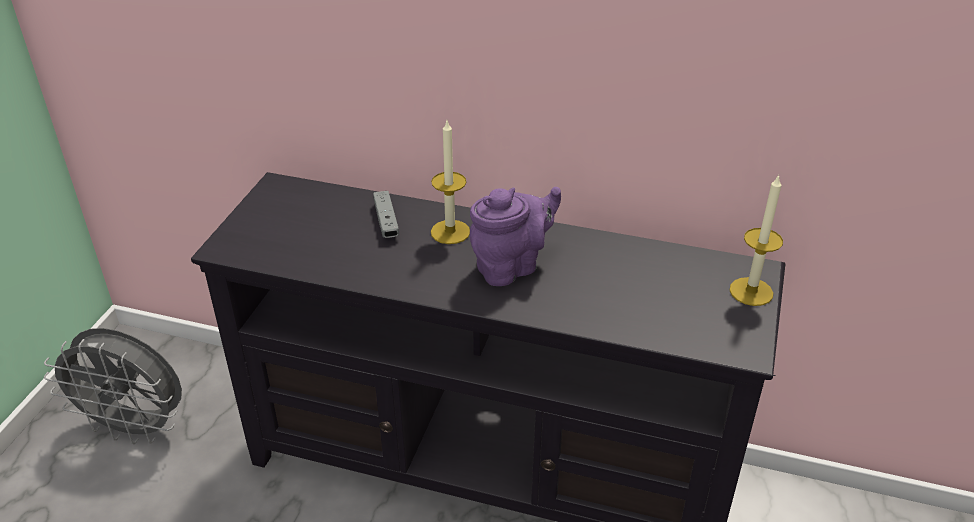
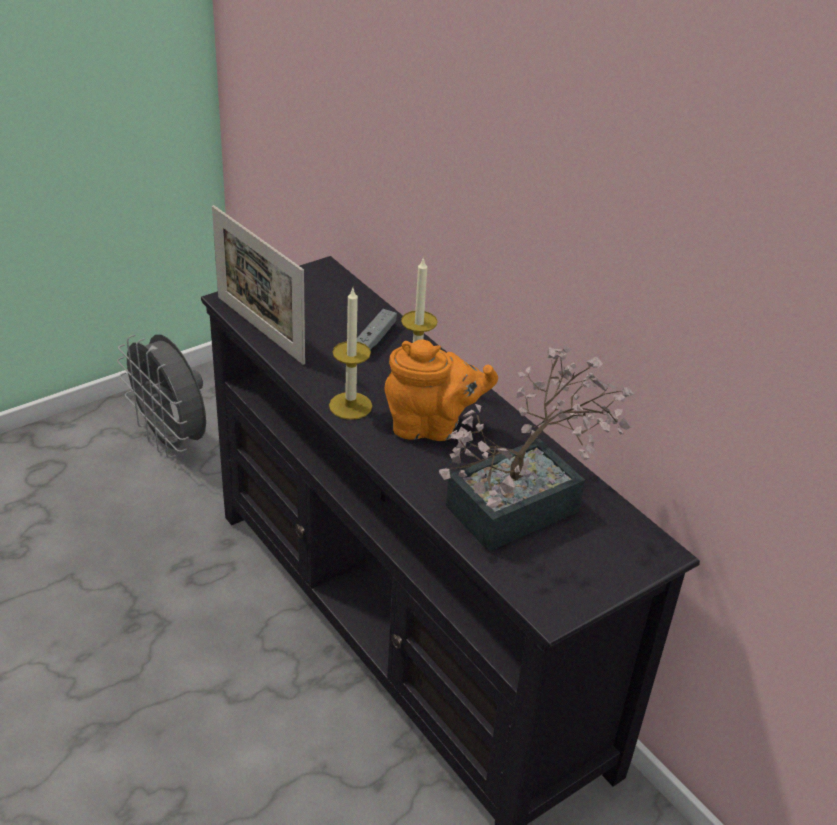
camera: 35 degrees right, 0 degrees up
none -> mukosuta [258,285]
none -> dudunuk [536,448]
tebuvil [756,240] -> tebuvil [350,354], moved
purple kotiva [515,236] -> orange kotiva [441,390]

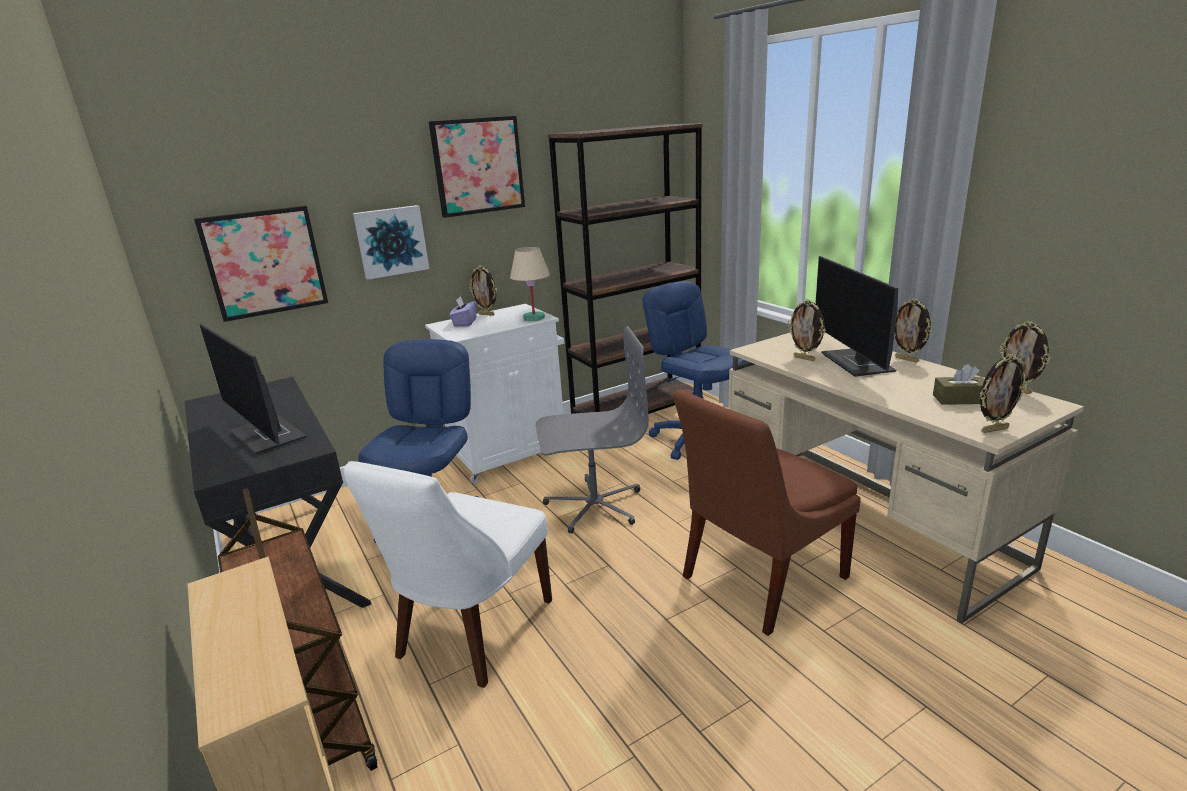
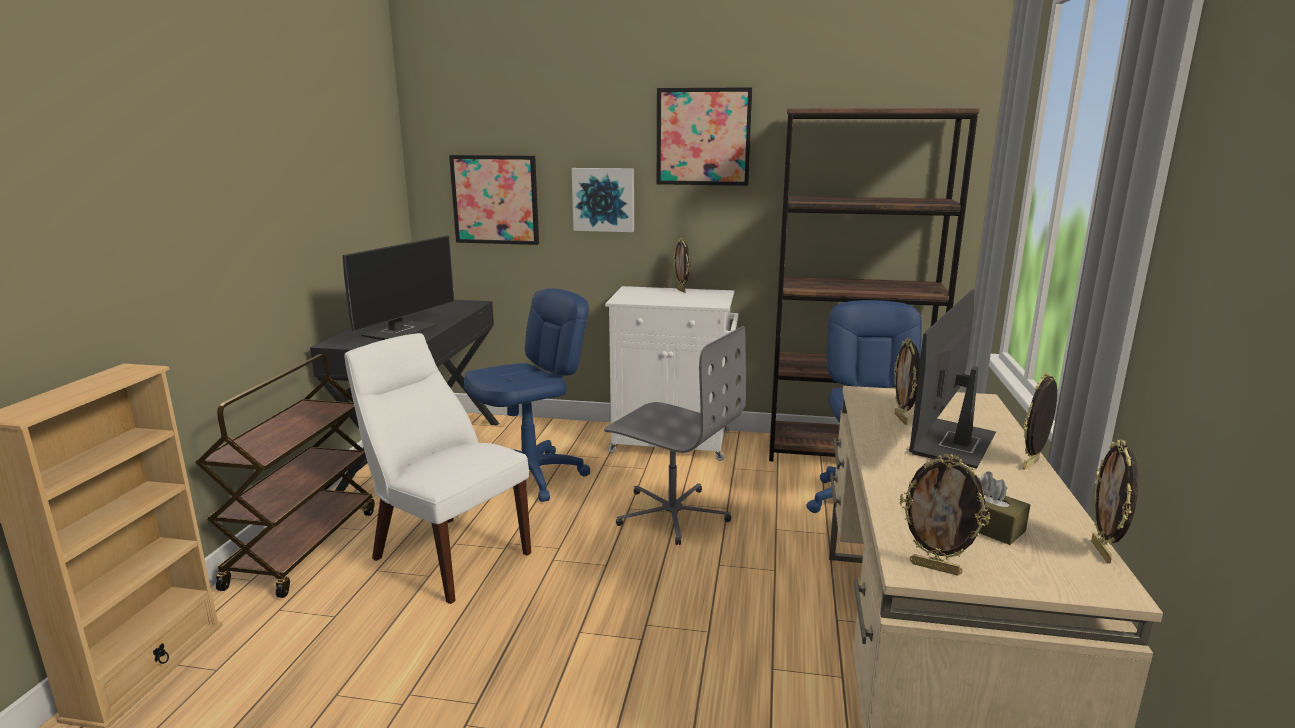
camera: 40 degrees right, 5 degrees down
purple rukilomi [463,311] -> none
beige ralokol [530,284] -> none
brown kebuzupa [766,512] -> none
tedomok [253,389] -> tedomok [398,287], 150 degrees counterclockwise
white kebuzupa [447,574] -> white kebuzupa [438,468], 60 degrees clockwise
mukosuta [913,330] -> mukosuta [1040,420], 45 degrees clockwise

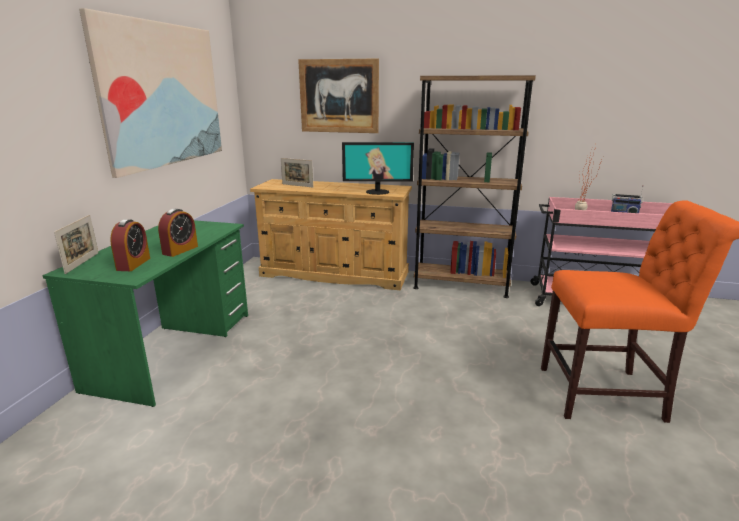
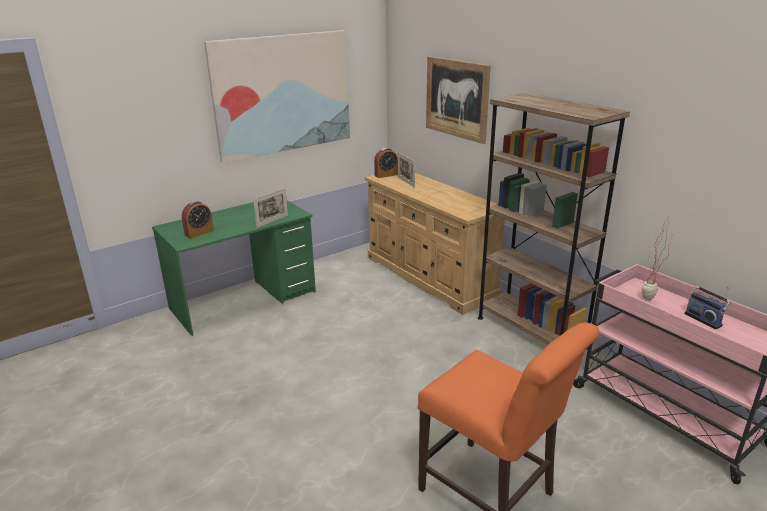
camera: 40 degrees right, 5 degrees up
tedomok [378,168] -> none
mukosuta [76,244] -> mukosuta [270,208], moved
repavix [178,233] -> repavix [386,163], moved

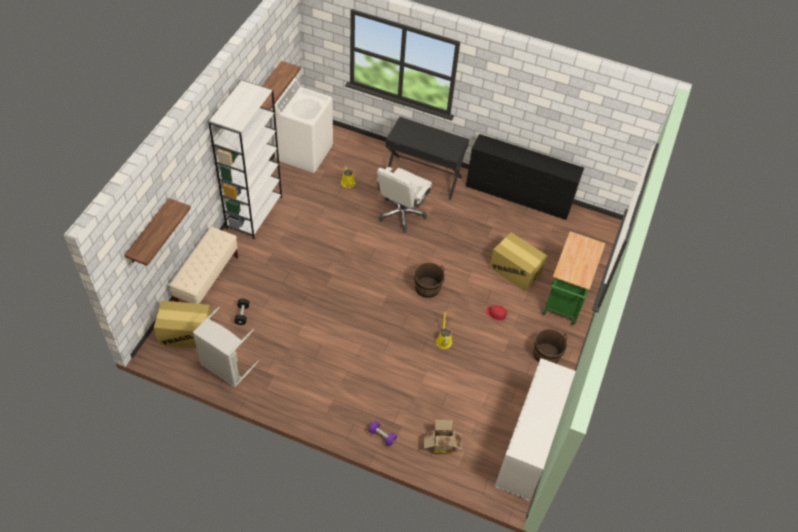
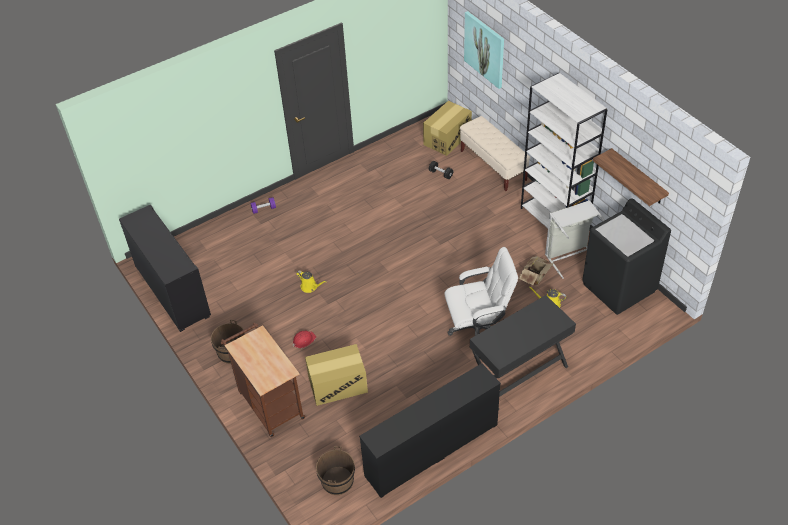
camera: 130 degrees right, 5 degrees down
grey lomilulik [226,347] -> grey lomilulik [575,239], moved
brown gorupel [429,280] -> brown gorupel [335,470], moved
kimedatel [443,437] -> kimedatel [536,271], moved
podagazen [157,232] -> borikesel [484,50]
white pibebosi [302,125] -> black pibebosi [626,256]
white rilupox [535,429] -> black rilupox [165,268]
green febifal [573,278] -> brown febifal [263,380]
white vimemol [404,200] -> white vimemol [481,291], 105 degrees clockwise

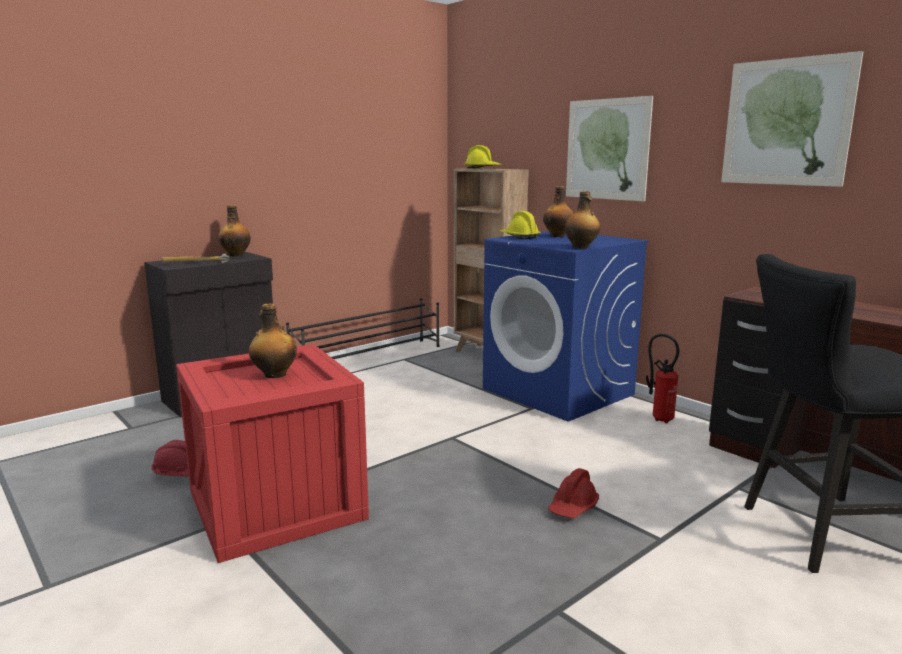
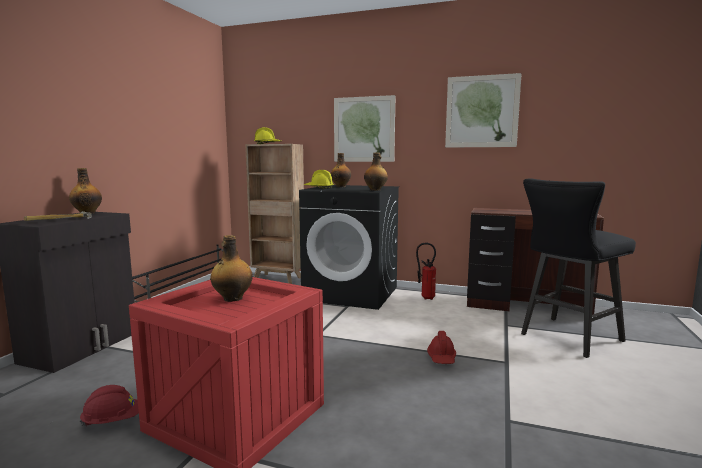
camera: 30 degrees left, 5 degrees down
blue pibebosi [566,326] -> black pibebosi [349,247]

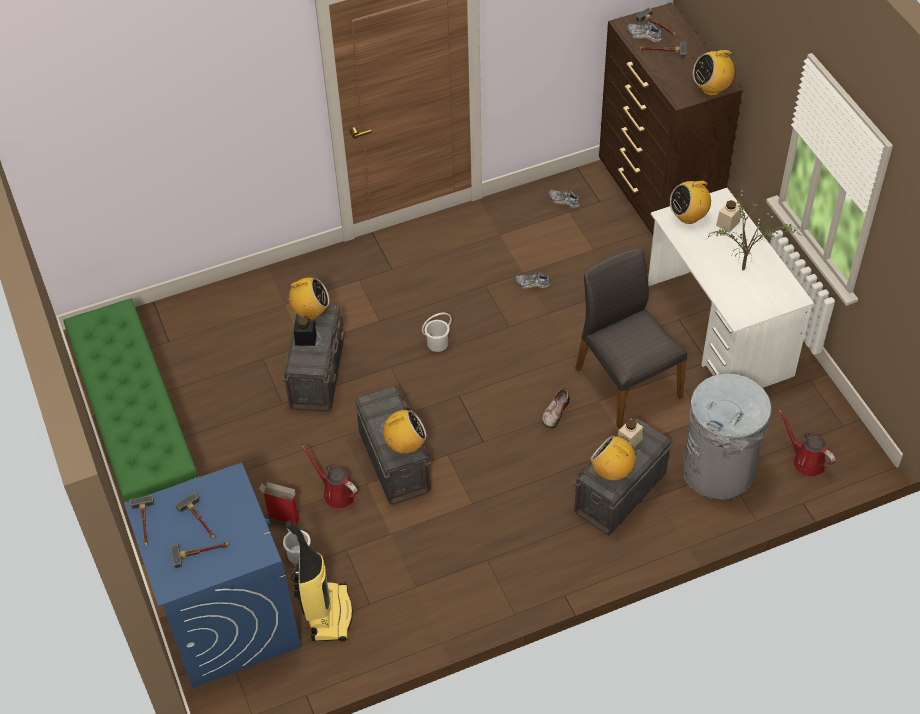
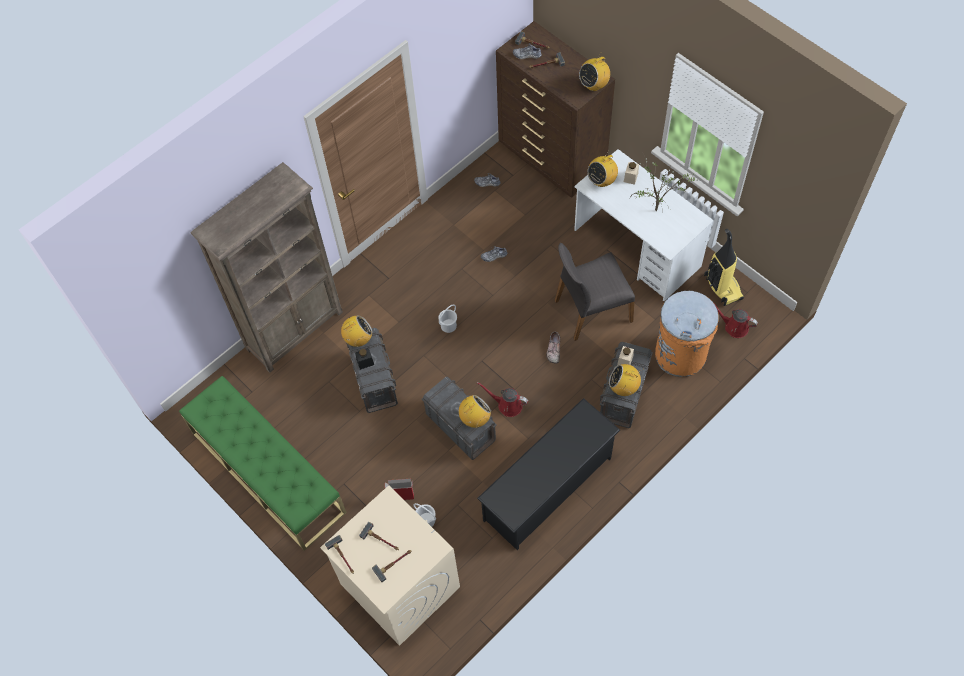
camera: 20 degrees left, 10 degrees up
none -> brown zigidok [266,267]
none -> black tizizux [548,474]
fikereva [319,581] -> fikereva [724,267], moved
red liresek [329,477] -> red liresek [502,399], moved
blue pibebosi [212,575] -> beige pibebosi [390,566]
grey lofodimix [727,436] -> orange lofodimix [687,334]
grey kebuzupa [631,338] -> grey kebuzupa [595,292], 60 degrees counterclockwise

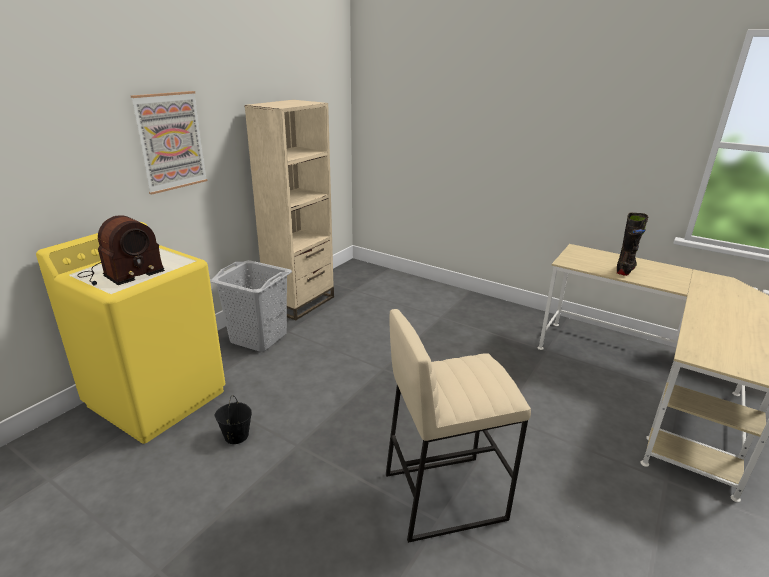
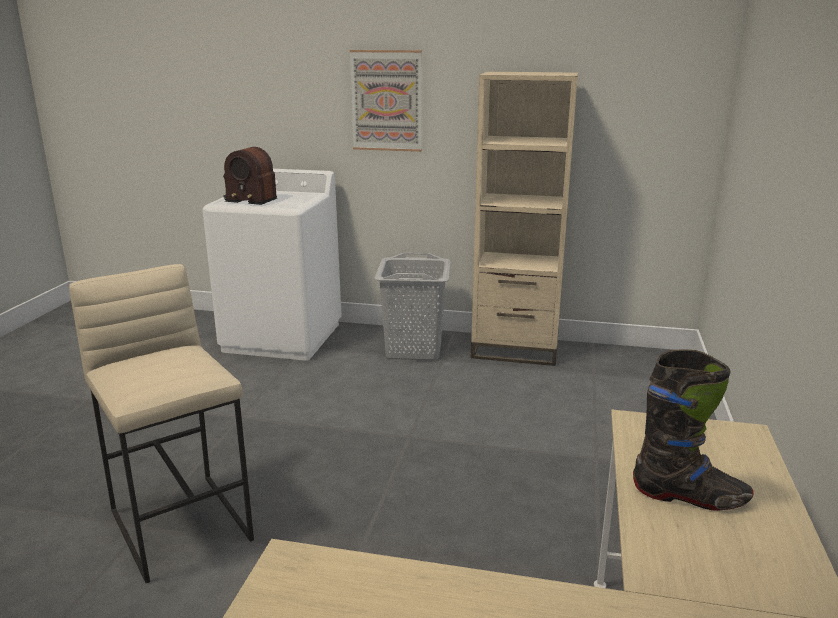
camera: 70 degrees right, 5 degrees down
black gorupel [233,420] -> none
yellow pibebosi [130,333] -> white pibebosi [272,265]

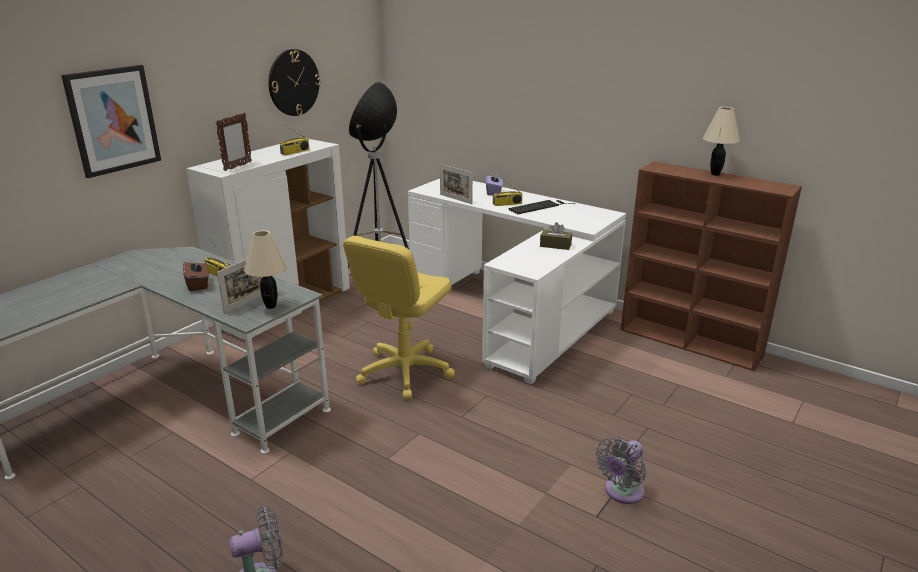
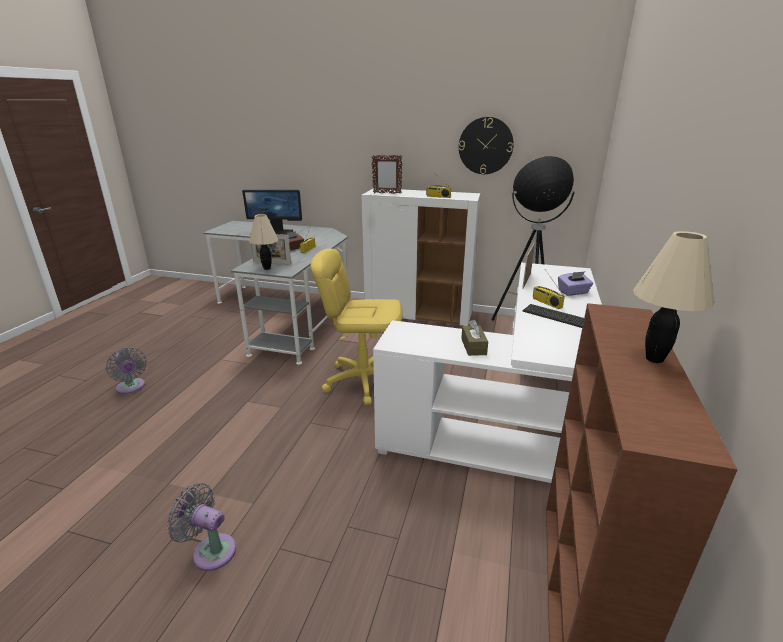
camera: 70 degrees right, 0 degrees up
borikesel [111,121] -> none
none -> tedomok [272,212]

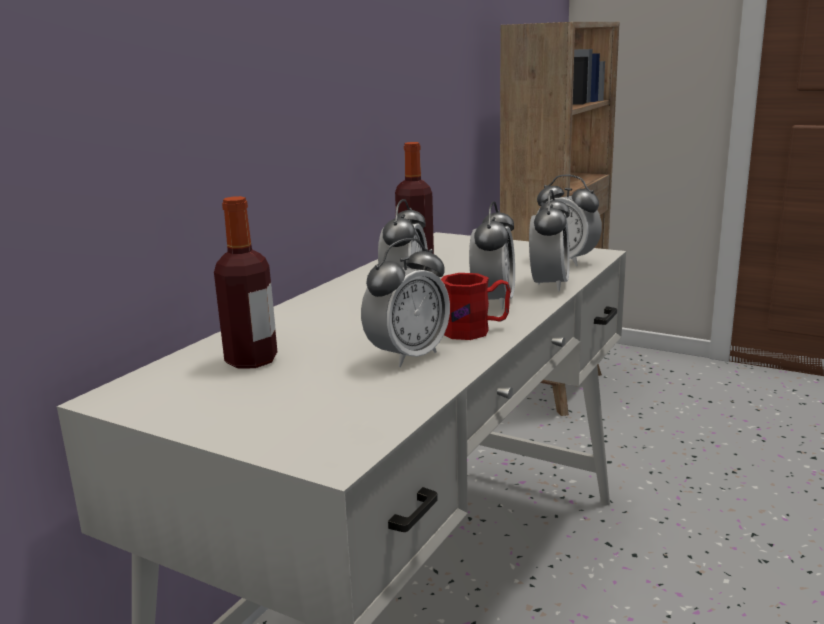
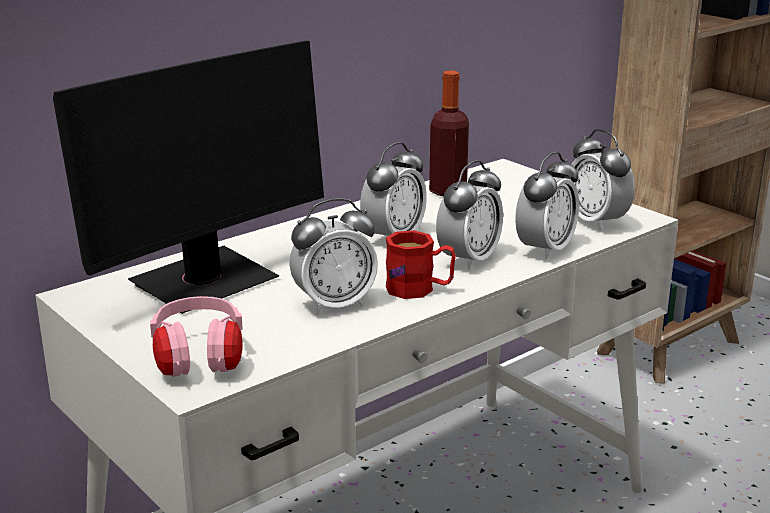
camera: 20 degrees right, 5 degrees up
none -> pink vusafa [196,336]
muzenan [245,282] -> tedomok [188,177]

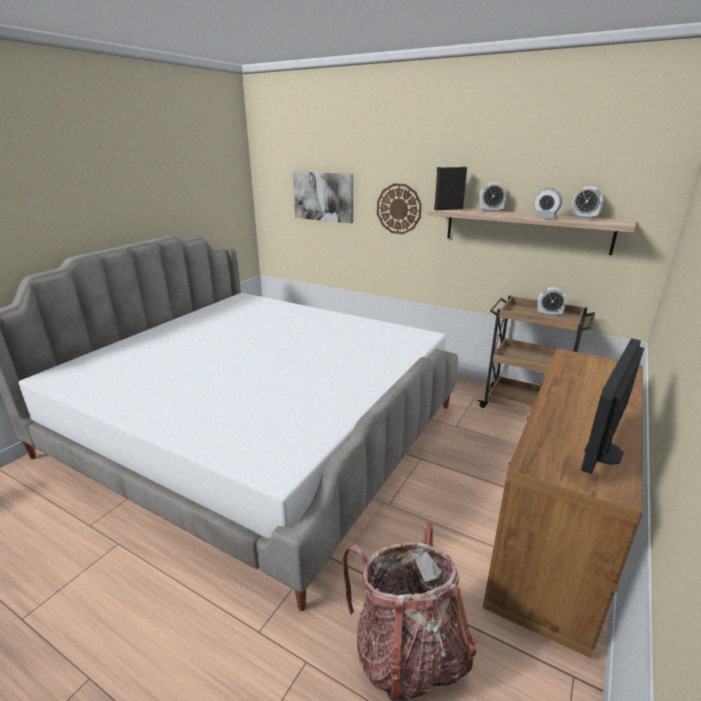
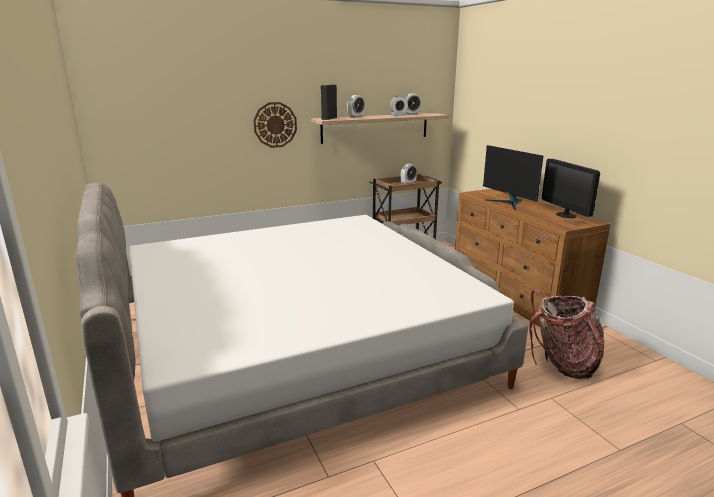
camera: 55 degrees left, 5 degrees down
borikesel [323,197] -> none
none -> tedomok [513,177]

